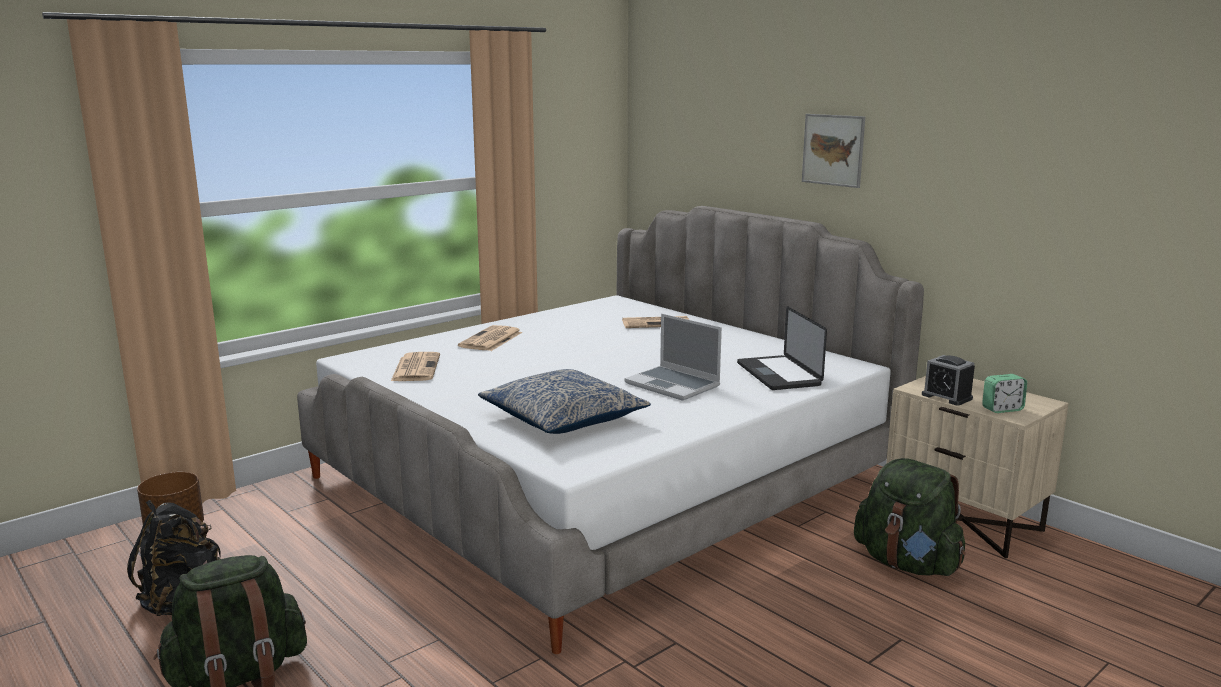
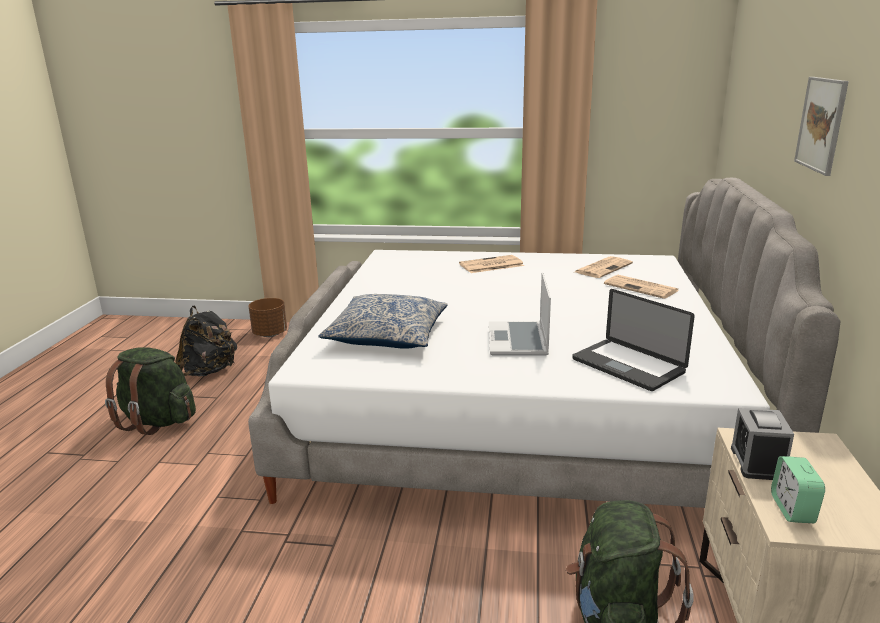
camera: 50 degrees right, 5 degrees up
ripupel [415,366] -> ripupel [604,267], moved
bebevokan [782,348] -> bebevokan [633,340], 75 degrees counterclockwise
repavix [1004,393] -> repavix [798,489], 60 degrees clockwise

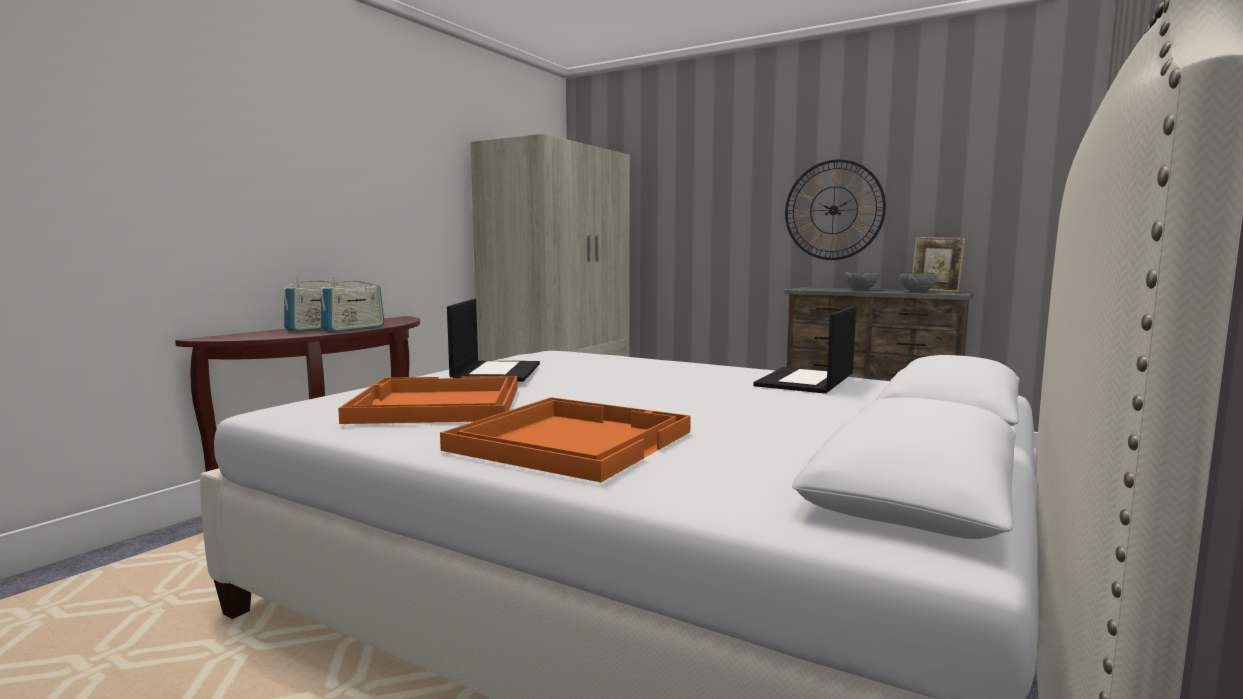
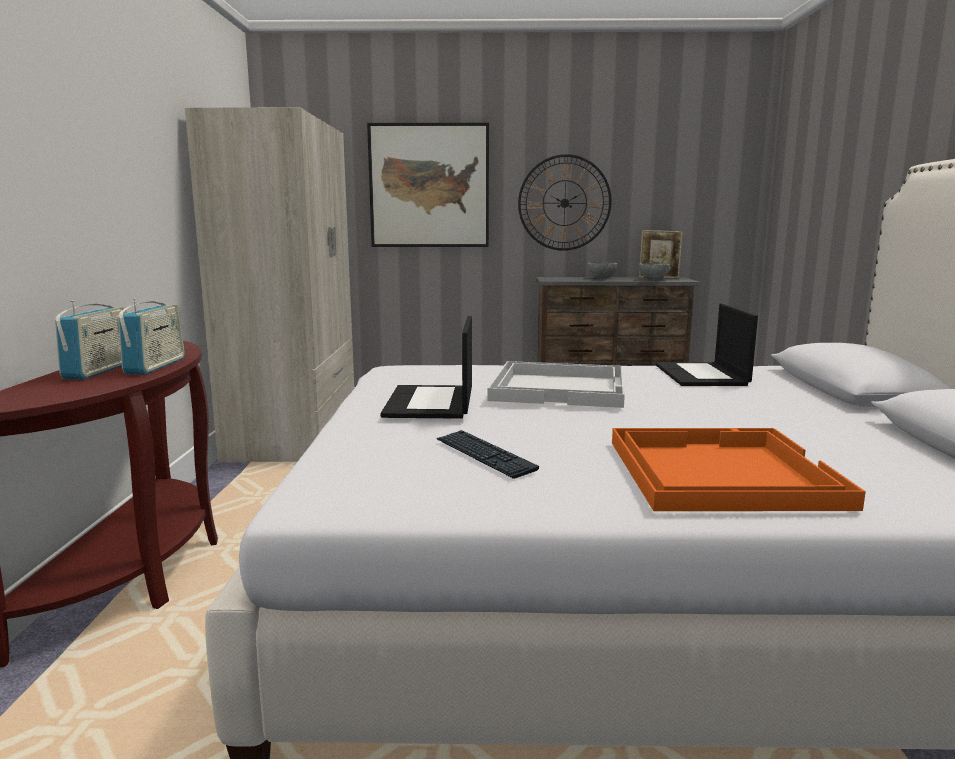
camera: 30 degrees left, 5 degrees up
none -> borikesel [428,185]
none -> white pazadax [556,384]
orange pazadax [428,400] -> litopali [488,454]
bebevokan [493,340] -> bebevokan [426,367], 150 degrees counterclockwise

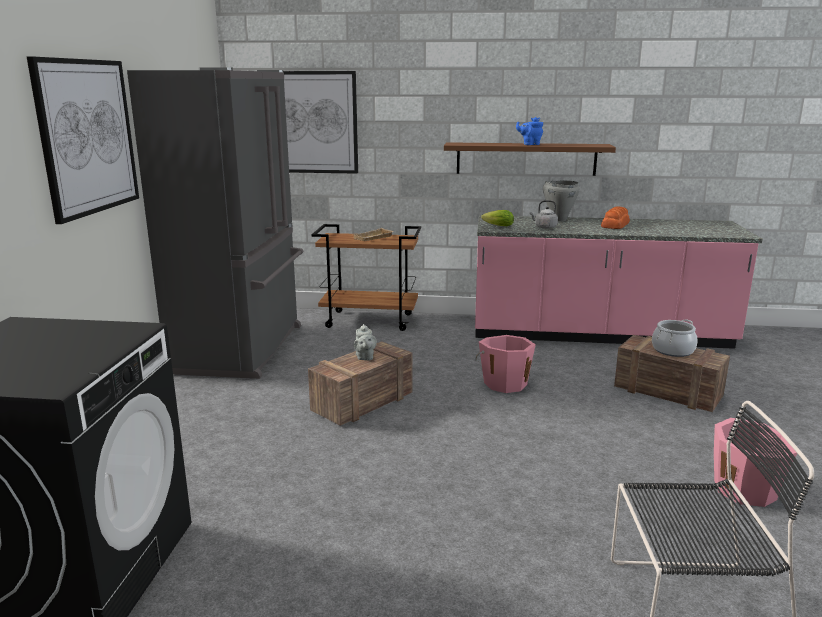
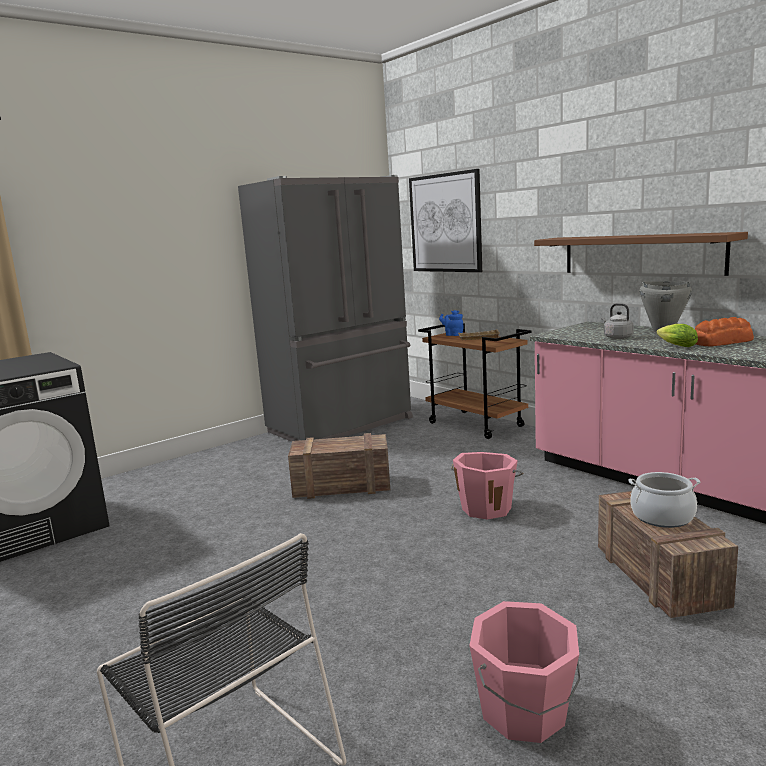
camera: 45 degrees right, 5 degrees down
borikesel [83,140] -> none
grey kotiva [365,342] -> none
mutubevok [497,218] -> mutubevok [677,335], moved
blue kotiva [529,131] -> blue kotiva [451,323], moved

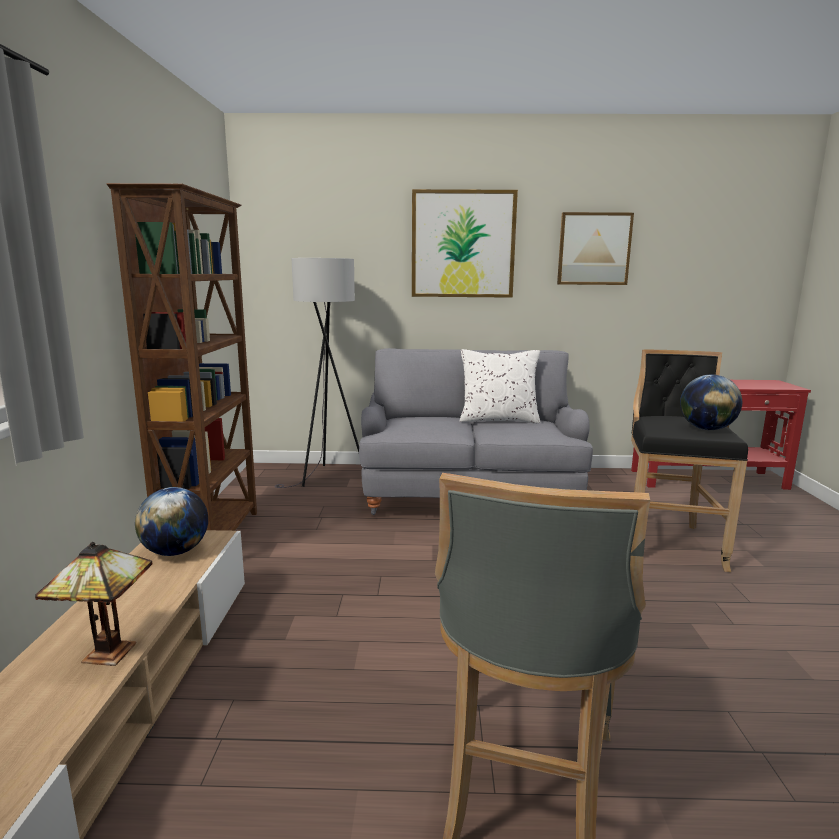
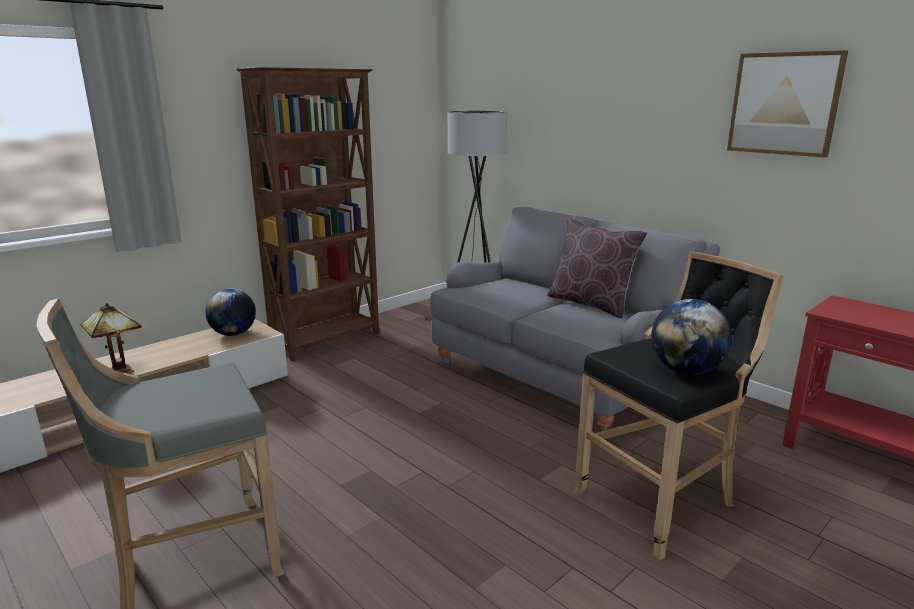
camera: 45 degrees right, 5 degrees up
borikesel [465,243] -> none
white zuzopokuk [500,386] -> brown zuzopokuk [597,268]

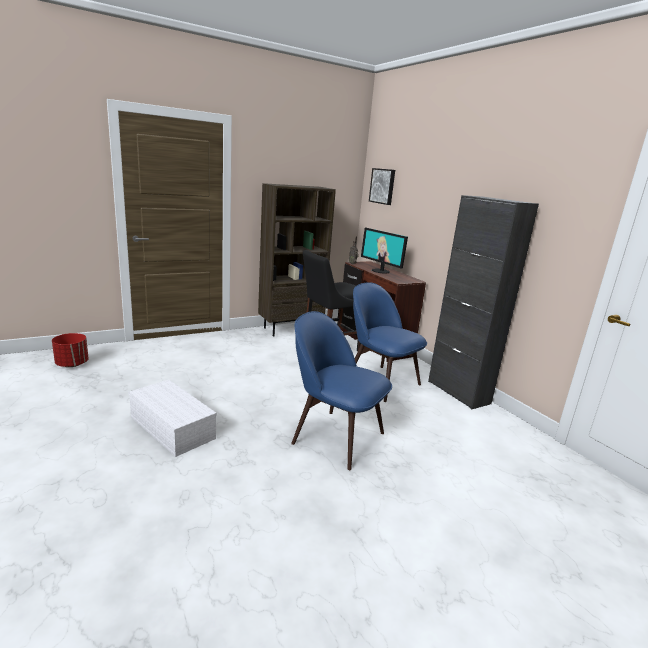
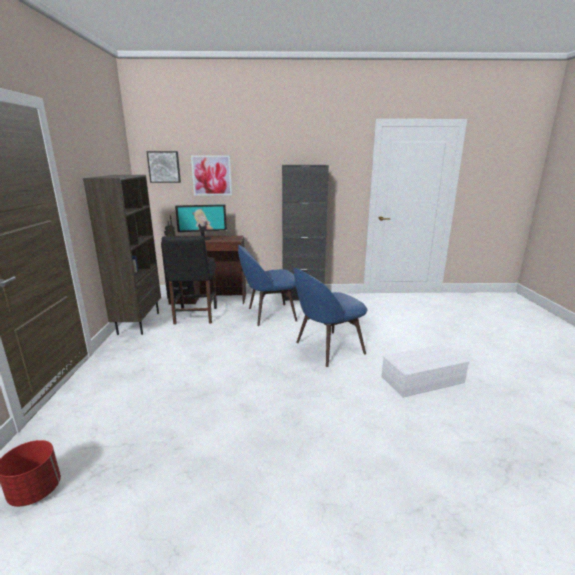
camera: 60 degrees left, 0 degrees up
none -> borikesel [211,175]
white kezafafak [172,418] -> white kezafafak [425,371], moved

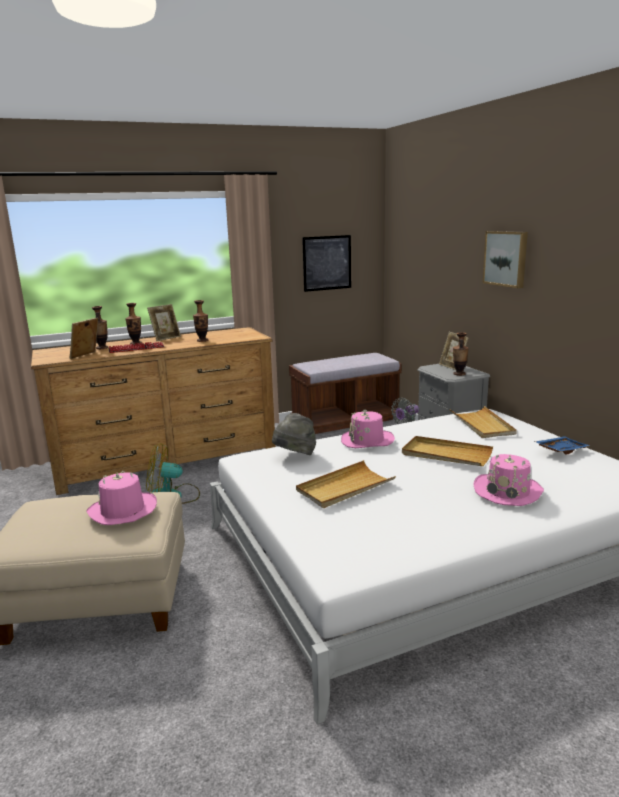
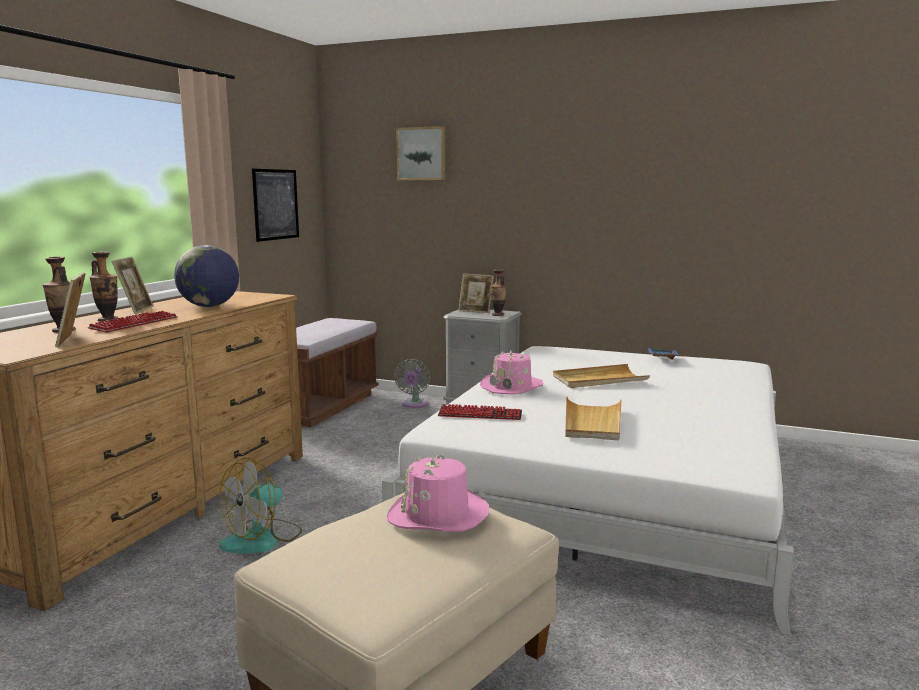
camera: 45 degrees left, 5 degrees down
beige pazadax [483,422] -> none
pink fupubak [508,480] -> none
borikesel [505,259] -> borikesel [421,153], moved
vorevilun [200,321] -> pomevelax [206,276]
grey fupubak [294,434] -> litopali [480,412]

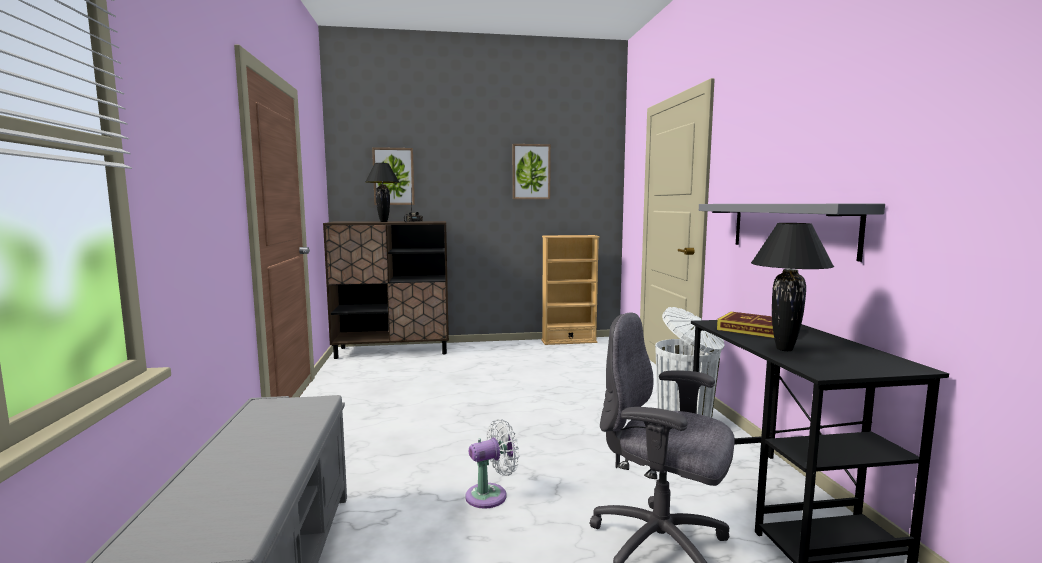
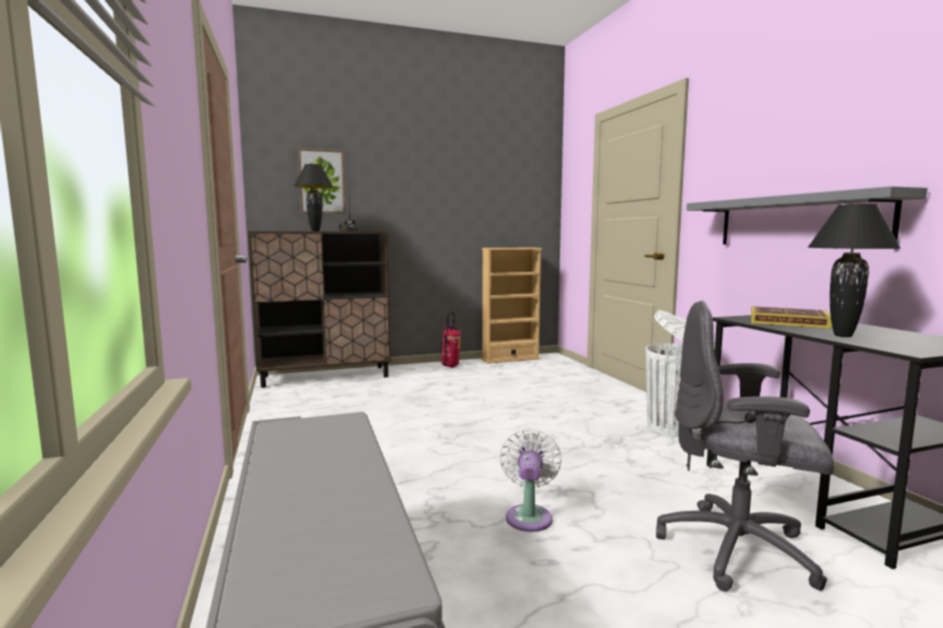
camera: 10 degrees left, 0 degrees up
borikesel [532,171] -> none
none -> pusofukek [451,339]
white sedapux [492,464] -> white sedapux [531,480], 45 degrees counterclockwise

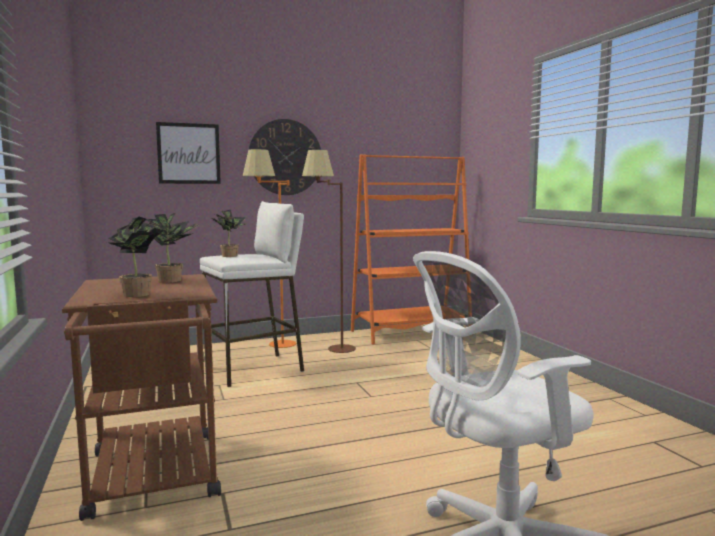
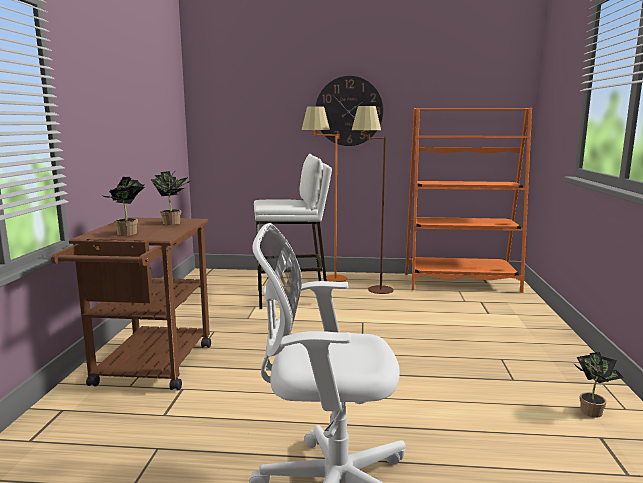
camera: 25 degrees right, 5 degrees up
borikesel [188,153] -> none
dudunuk [229,233] -> dudunuk [599,385], moved

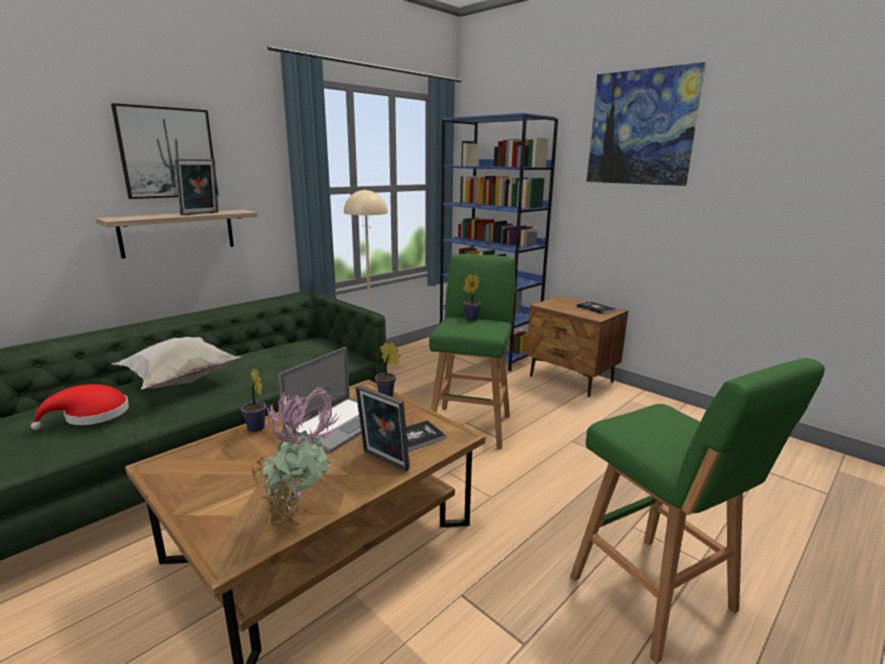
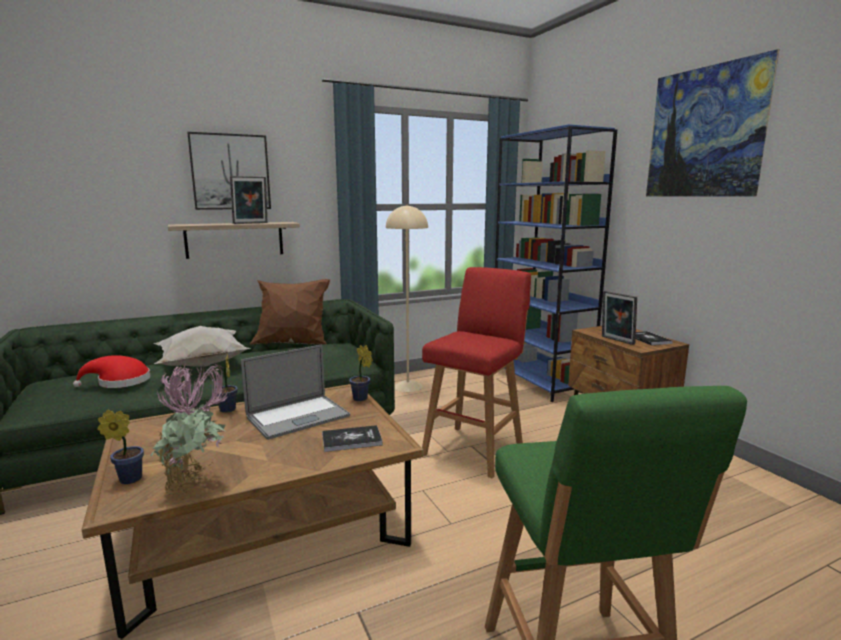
camera: 20 degrees right, 5 degrees down
none -> brown zuzopokuk [290,312]
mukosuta [382,428] -> mukosuta [619,318], moved
dudunuk [472,297] -> dudunuk [120,447], moved
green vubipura [472,352] -> red vubipura [476,372]

